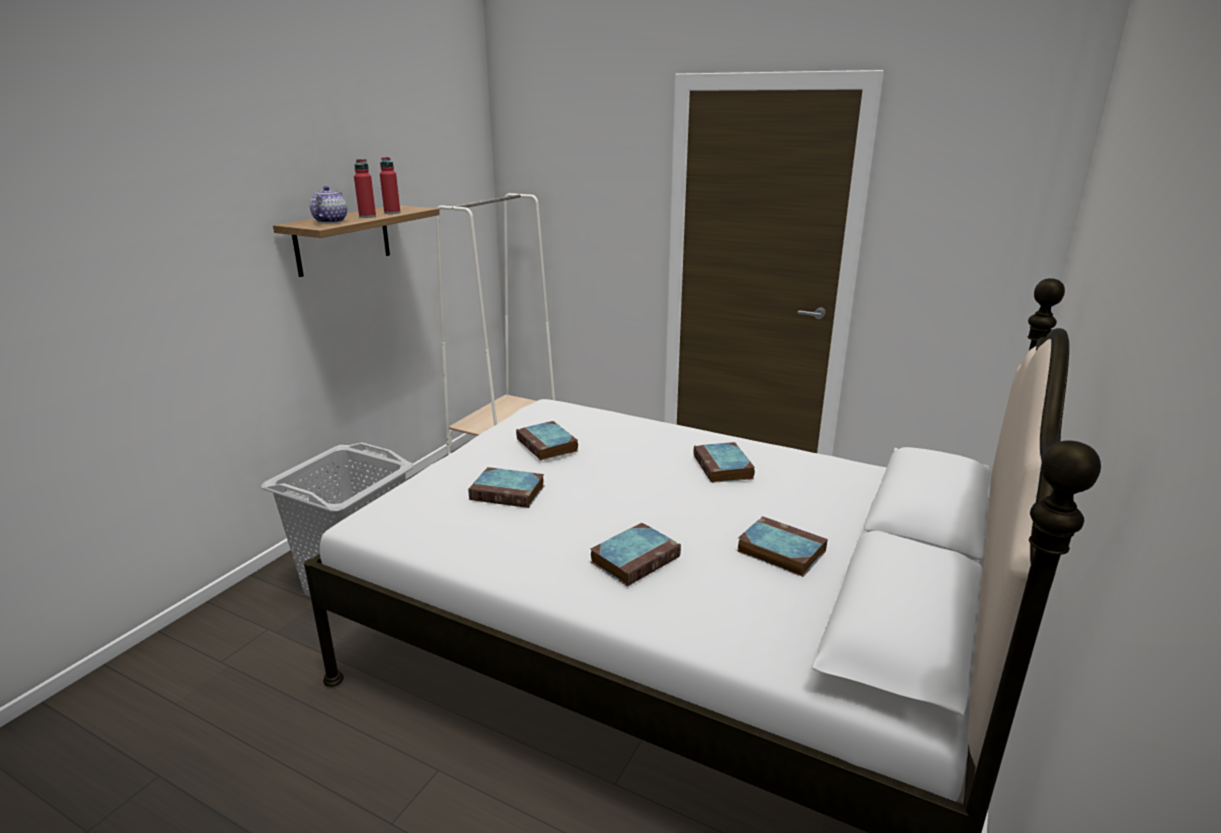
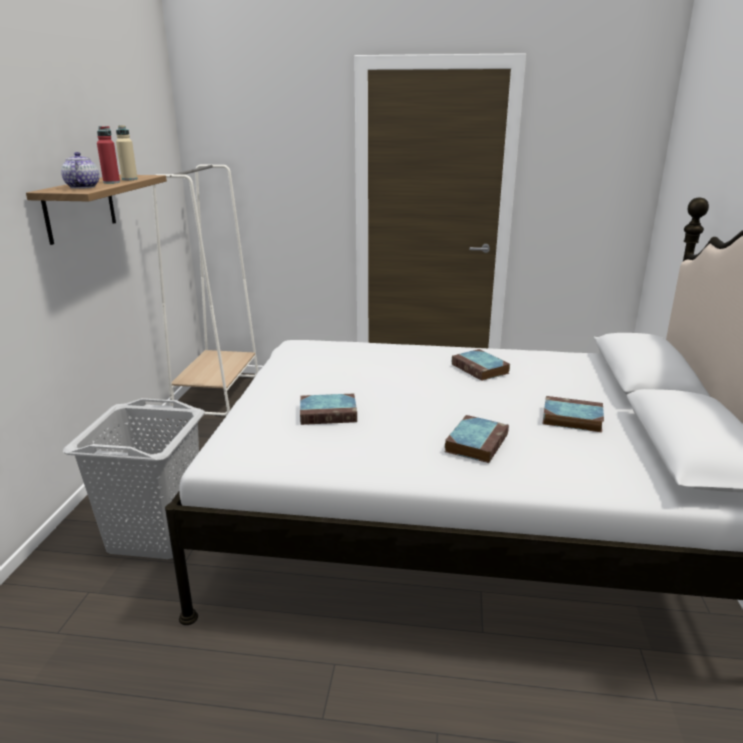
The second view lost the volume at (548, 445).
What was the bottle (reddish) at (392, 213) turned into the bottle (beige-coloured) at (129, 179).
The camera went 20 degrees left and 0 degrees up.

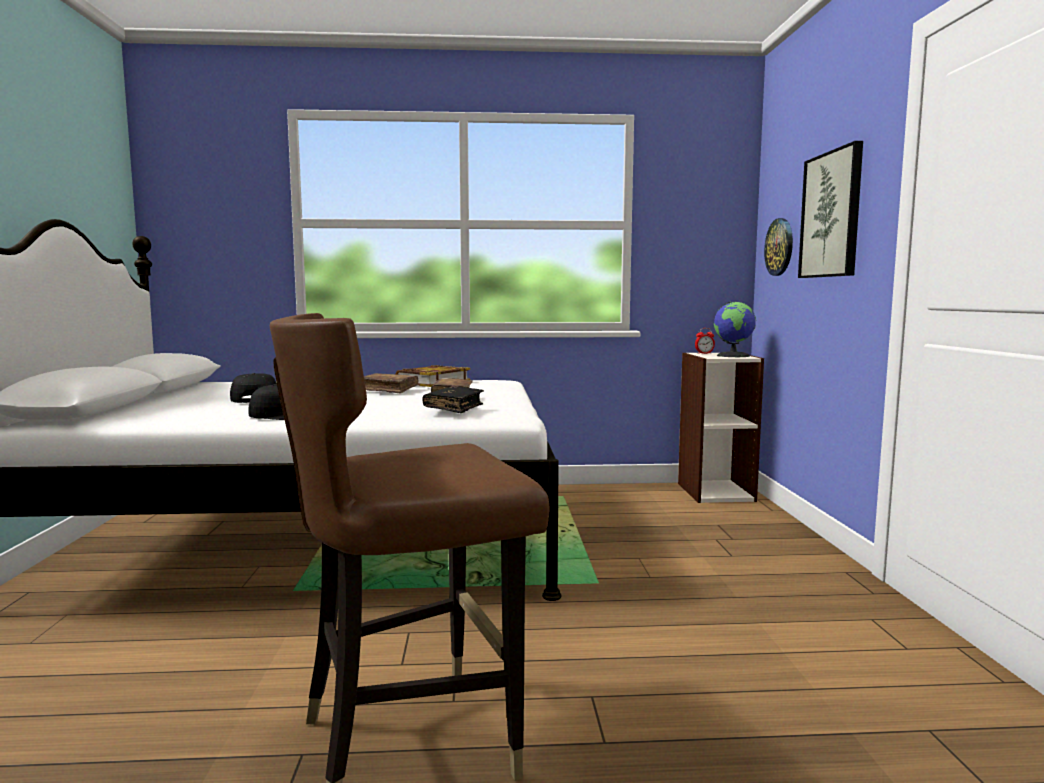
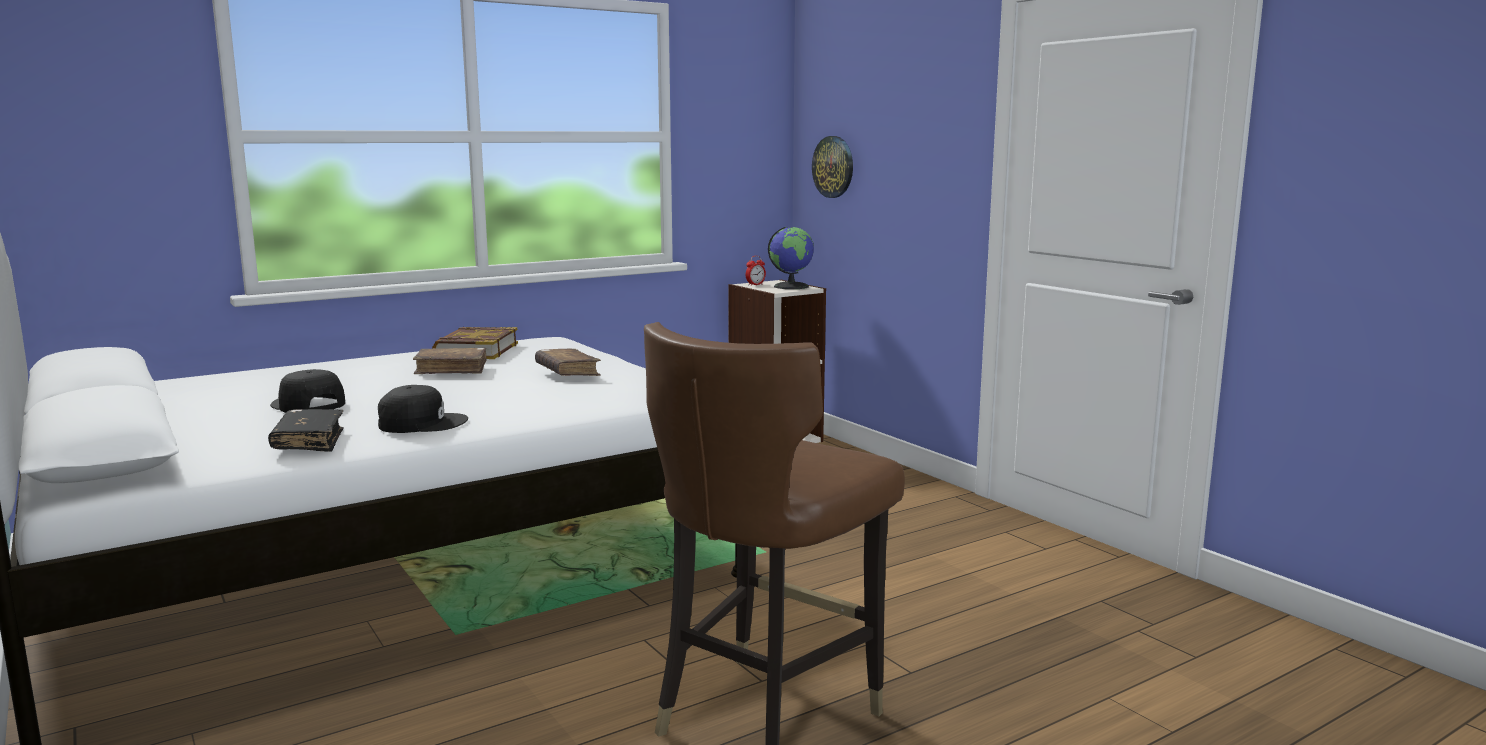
The second view lost the wall picture at (832, 215).
The volume (blackish) ended up elsewhere, having gone from (454, 408) to (309, 442).
The camera went 30 degrees left and 5 degrees up.

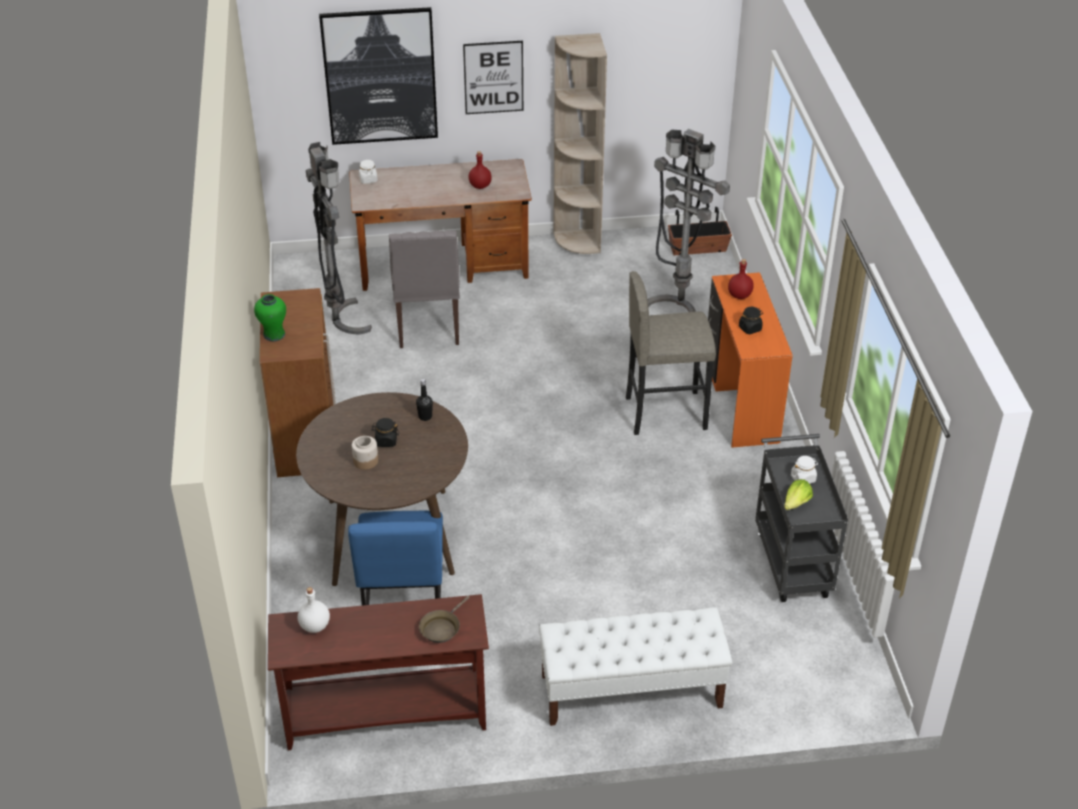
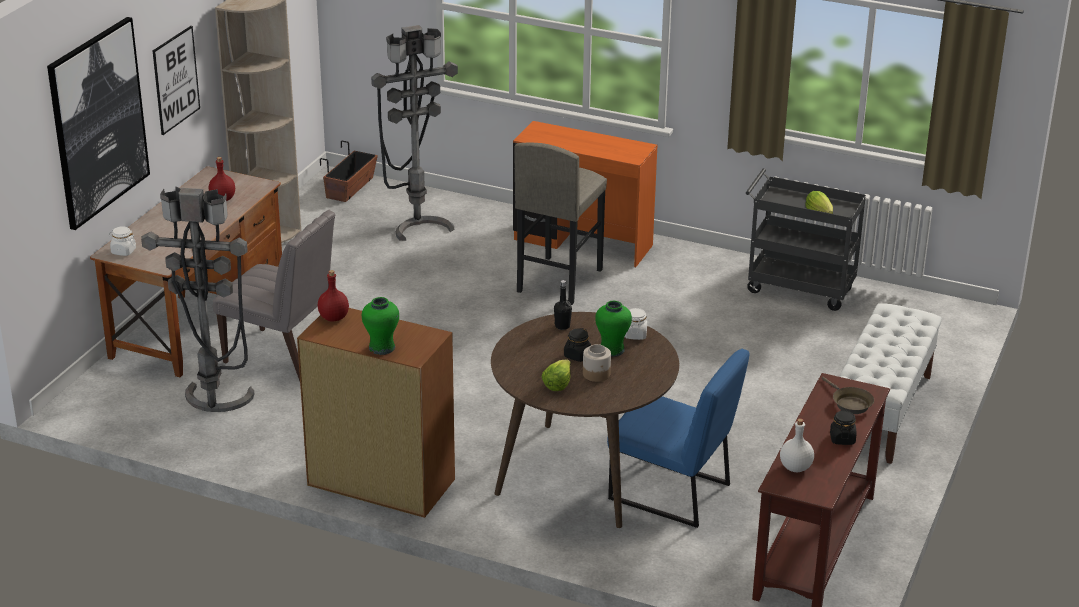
The second view gained the lettuce head at (557, 384).
The second view gained the flower vase (green-coloured) at (612, 349).
The bottle (reddish) ended up elsewhere, having gone from (740, 295) to (334, 318).
The storage jar (blackish) ended up elsewhere, having gone from (750, 328) to (842, 439).
The storage jar (whitish) ended up elsewhere, having gone from (803, 478) to (635, 334).
The camera went 60 degrees left and 10 degrees down.

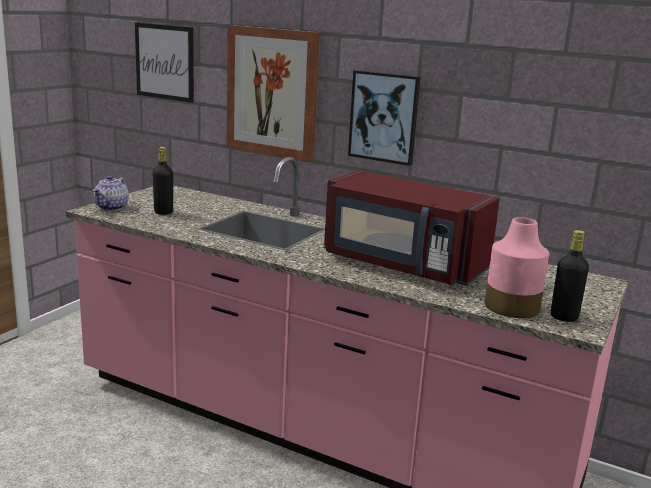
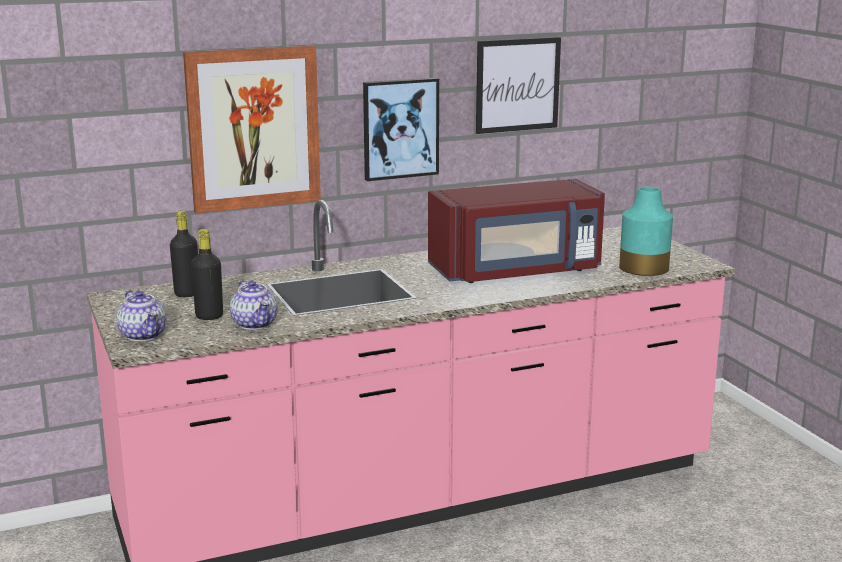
The second view gained the pot for tea at (255, 324).
The wall picture ended up elsewhere, having gone from (165, 62) to (517, 85).
The bottle (blackish) ended up elsewhere, having gone from (564, 317) to (187, 294).
What was the flower vase (pink-coloured) at (512, 306) turned into the flower vase (turquoise) at (644, 267).
The camera went 50 degrees left and 0 degrees up.

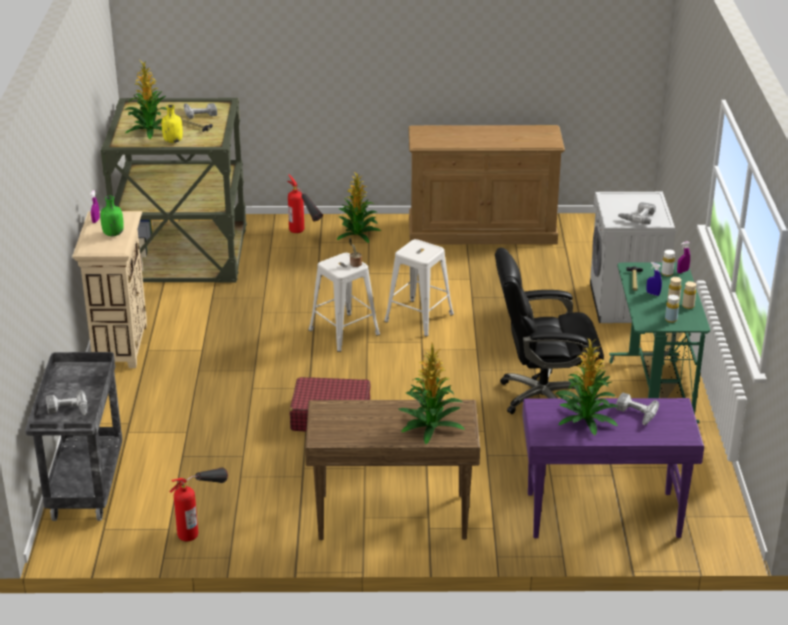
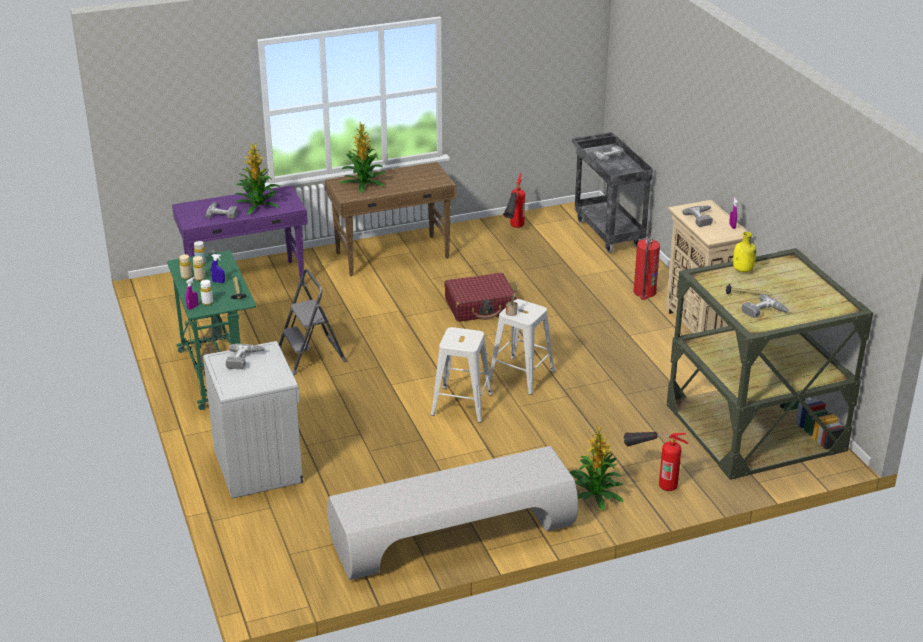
The second view lost the houseplant at (149, 130).
The second view gained the fire-fighting cylinder at (644, 292).
Where the bottle (green-coloured) stood at (113, 234), the electric drill came to stand at (702, 218).
Where the storage cabinet (brown) stood at (483, 231), the long seat (grey) came to stand at (453, 534).
Where the desk chair (blackish) stood at (544, 396), the step ladder (grey) came to stand at (314, 355).
The camera went 160 degrees right and 0 degrees up.

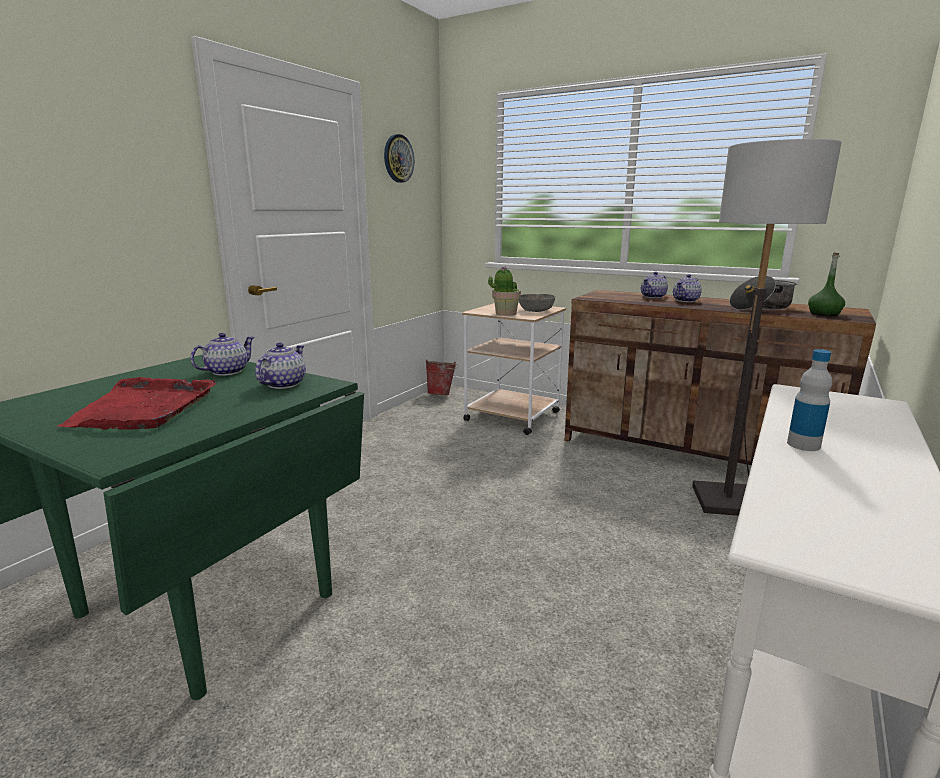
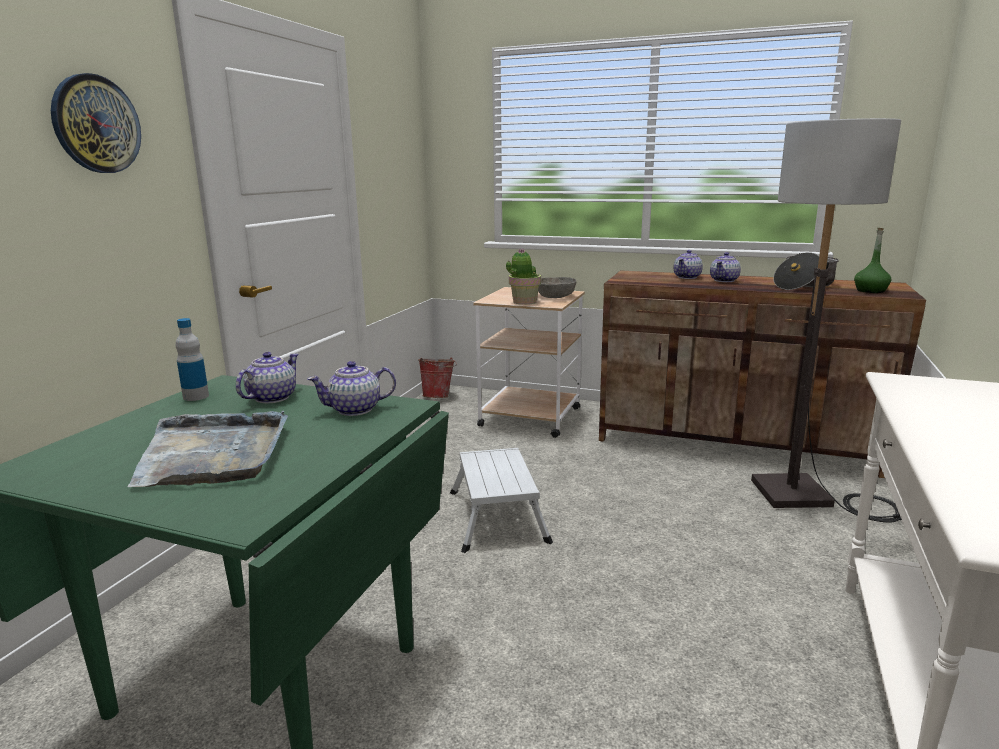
The second view gained the step ladder (whitish) at (497, 516).
The wall clock ended up elsewhere, having gone from (398, 158) to (96, 124).
The bottle ended up elsewhere, having gone from (803, 445) to (196, 396).
What was the tray (reddish) at (144, 408) turned into the tray (grey) at (213, 453).
The pot for tea at (283, 384) ended up facing another way, 120 degrees counterclockwise from before.
The camera went 10 degrees left and 0 degrees up.

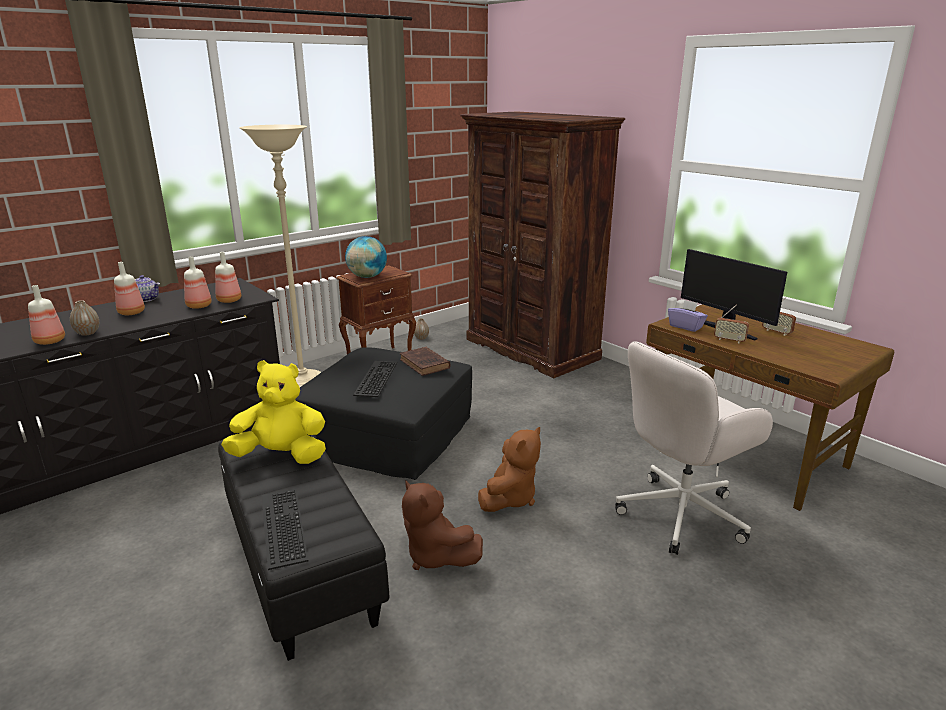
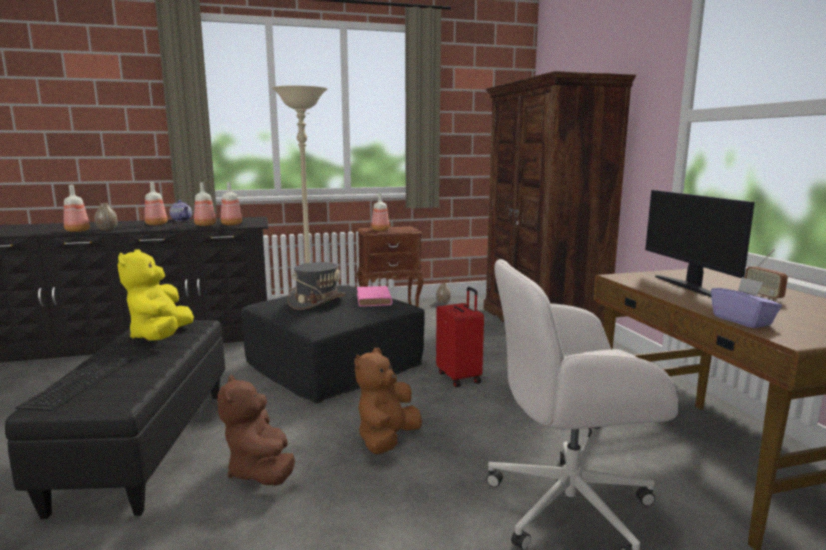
The second view lost the radio at (729, 340).
The second view gained the travel case (reddish) at (460, 377).
The tissue holder (purple) ended up elsewhere, having gone from (686, 326) to (742, 321).
Where the globe stood at (367, 277), the bottle came to stand at (379, 230).
Where the PC keyboard stood at (375, 378), the wearable hat (grey) came to stand at (317, 302).
What was the volume (brown) at (425, 364) turned into the volume (pink-coloured) at (374, 300).
The cuddly toy (yellow) at (281, 456) ended up facing another way, 120 degrees counterclockwise from before.
The cuddly toy (brown) at (510, 498) ended up facing another way, 150 degrees clockwise from before.
The camera went 25 degrees right and 10 degrees down.

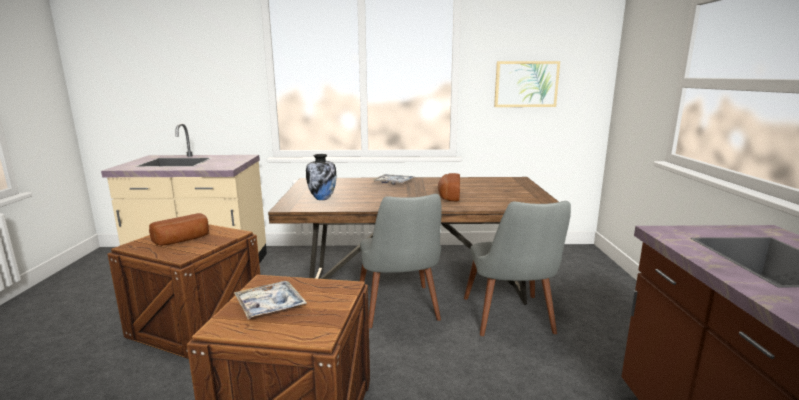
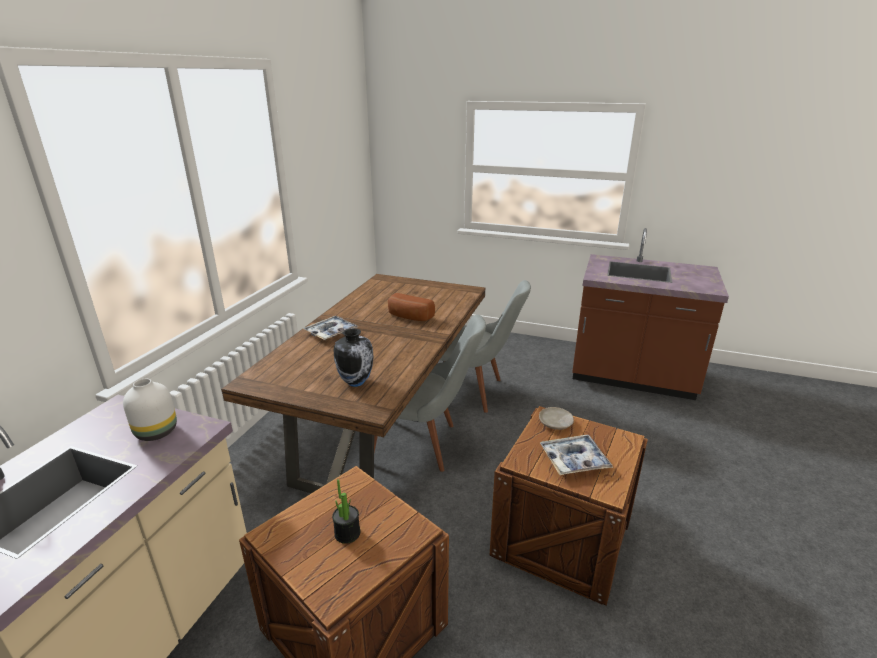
The second view lost the wall picture at (526, 84).
The second view gained the flower vase (whitish) at (157, 432).
The second view gained the flat dish (beige-coloured) at (555, 423).
Where the bakery bread stood at (183, 240), the houseplant came to stand at (347, 533).
The camera went 70 degrees left and 10 degrees up.

